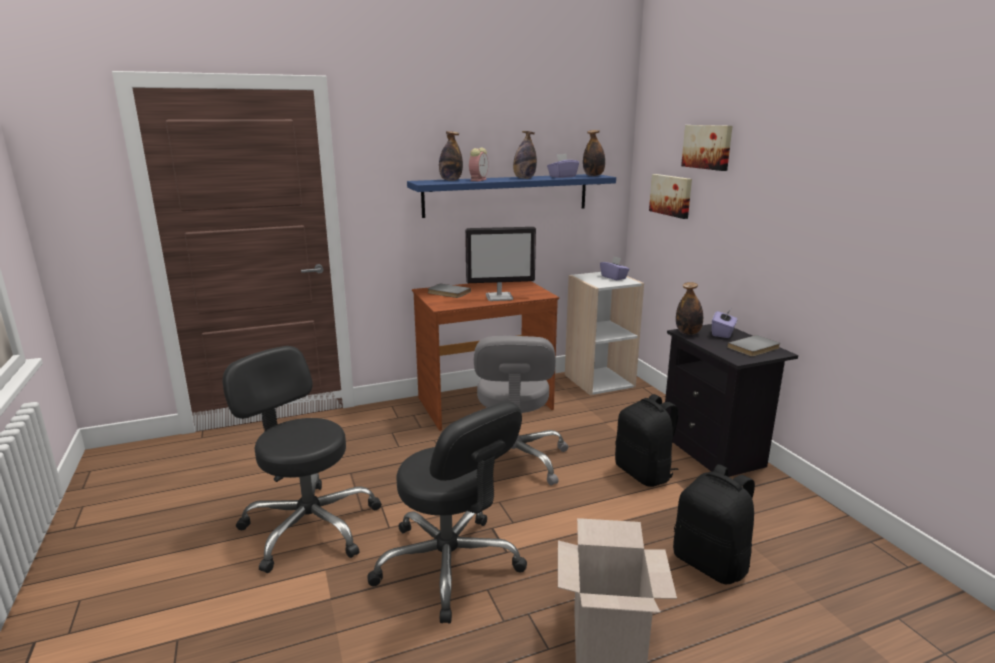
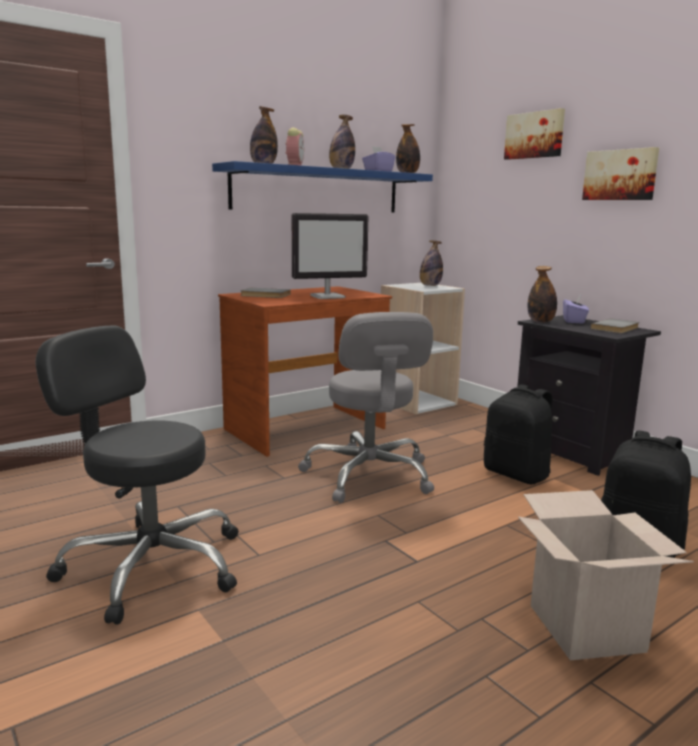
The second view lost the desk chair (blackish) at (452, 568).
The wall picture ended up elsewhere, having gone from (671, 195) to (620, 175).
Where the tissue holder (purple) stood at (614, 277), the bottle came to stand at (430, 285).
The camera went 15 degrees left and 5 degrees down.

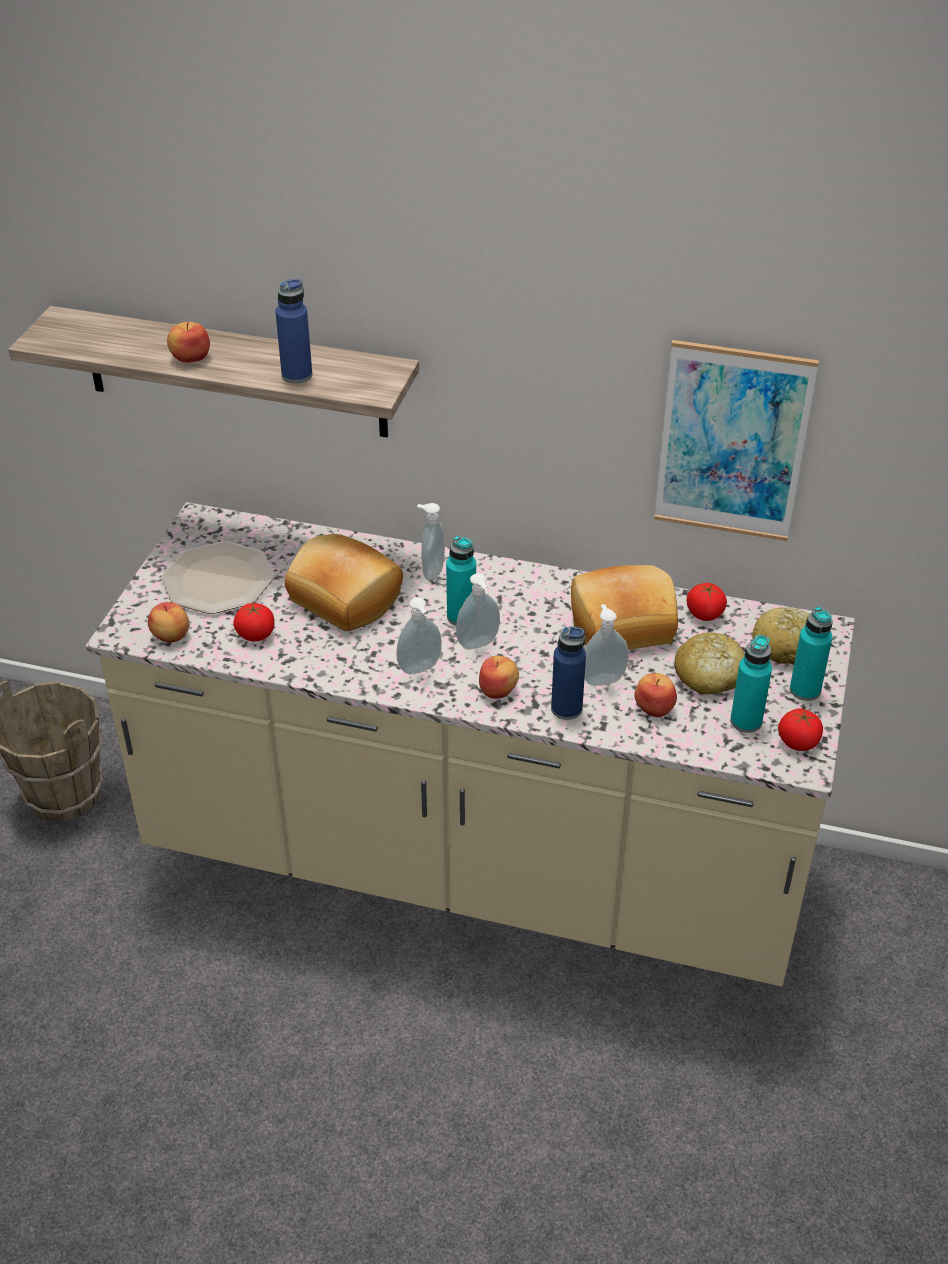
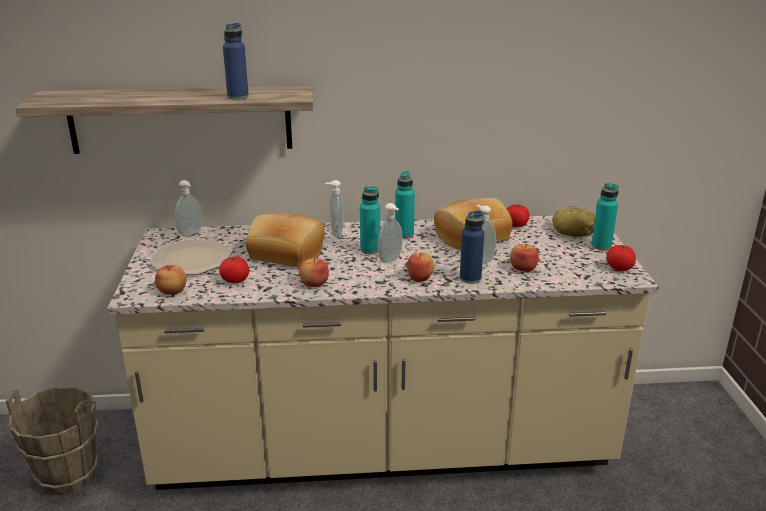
The second view lost the wall picture at (732, 442).
The second view lost the bakery bread at (709, 675).
The whole apple ended up elsewhere, having gone from (190, 357) to (314, 284).
The soap bottle ended up elsewhere, having gone from (420, 669) to (191, 234).
The bottle (turquoise) ended up elsewhere, having gone from (746, 721) to (404, 234).
The camera went 20 degrees left and 15 degrees down.

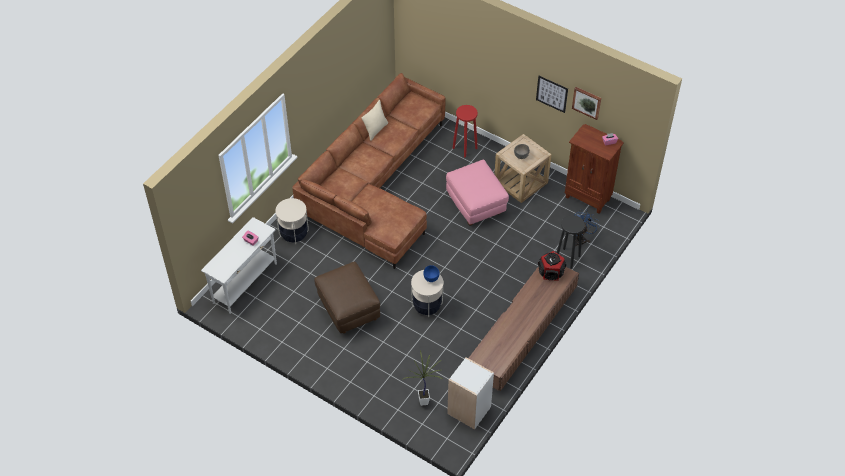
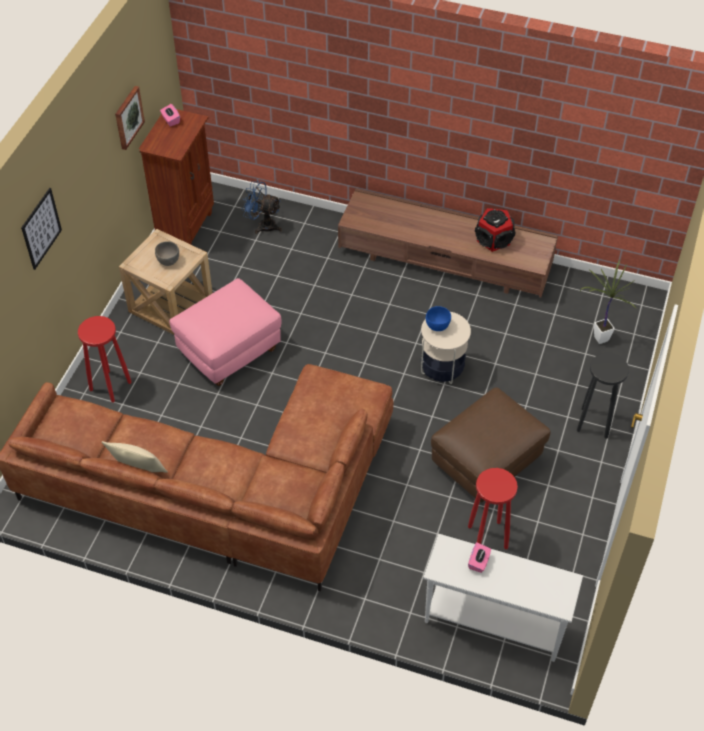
The second view lost the end table (beige-coloured) at (294, 234).
The second view lost the bookcase at (469, 410).
The second view gained the stool (reddish) at (487, 536).
The wall picture ended up elsewhere, having gone from (552, 94) to (41, 228).
The speaker ended up elsewhere, having gone from (551, 272) to (494, 239).
The stool (blackish) ended up elsewhere, having gone from (568, 258) to (594, 422).
The camera went 105 degrees left and 0 degrees up.

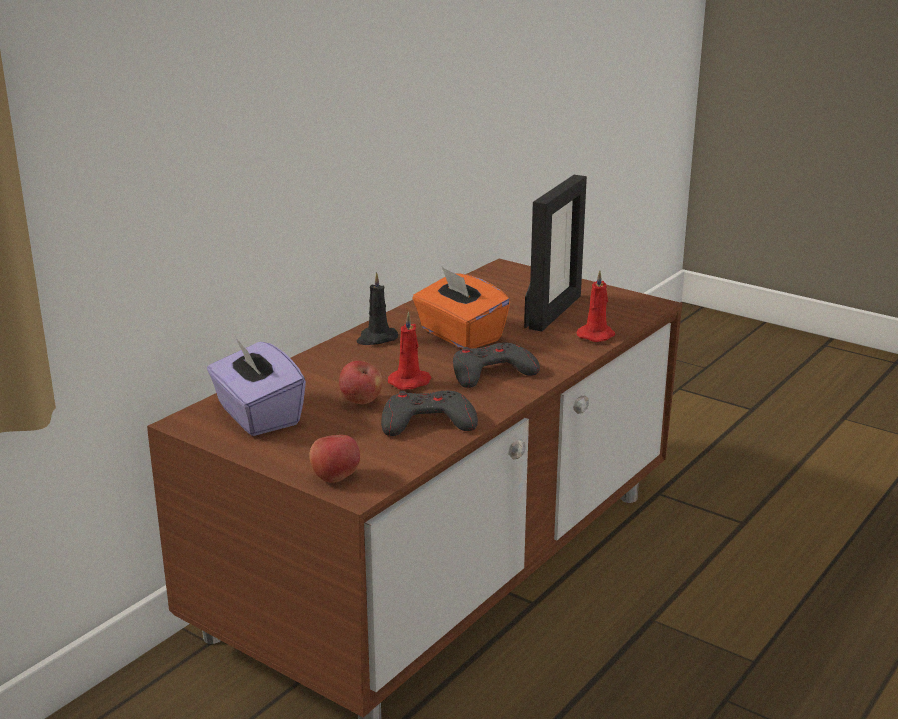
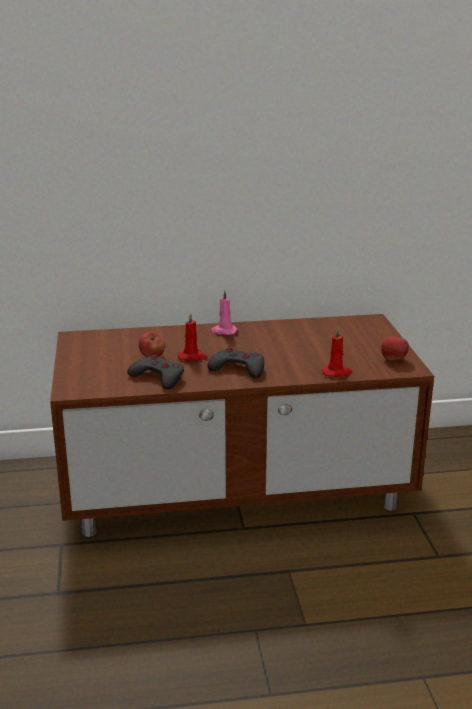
The second view lost the tissue holder (purple) at (257, 415).
The second view lost the tissue holder (orange) at (459, 335).
The second view lost the picture frame at (553, 311).
The whole apple ended up elsewhere, having gone from (335, 477) to (393, 359).
What was the wax light (blackish) at (376, 339) turned into the wax light (pink-coloured) at (223, 331).
The camera went 45 degrees right and 0 degrees up.

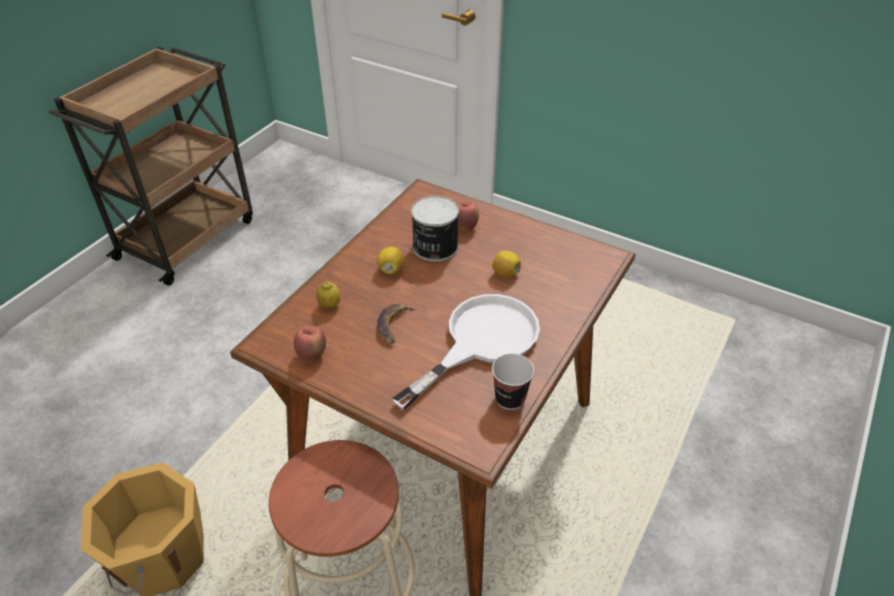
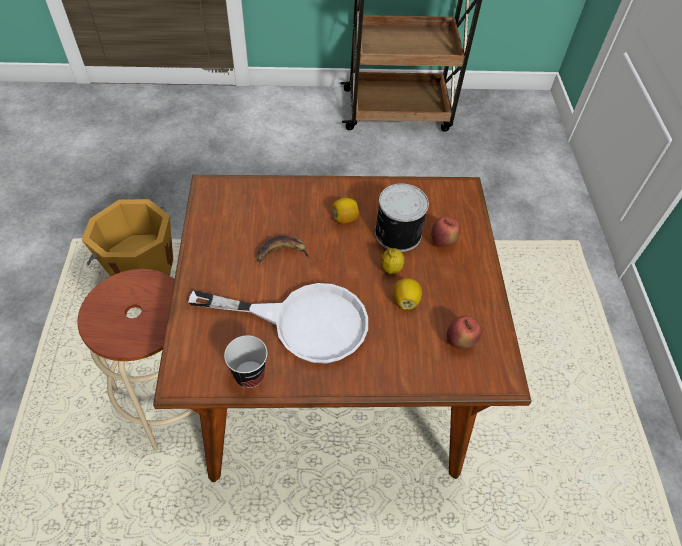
The whole apple ended up elsewhere, having gone from (312, 355) to (460, 342).
The lemon ended up elsewhere, having gone from (329, 305) to (391, 269).
The camera went 55 degrees right and 10 degrees up.

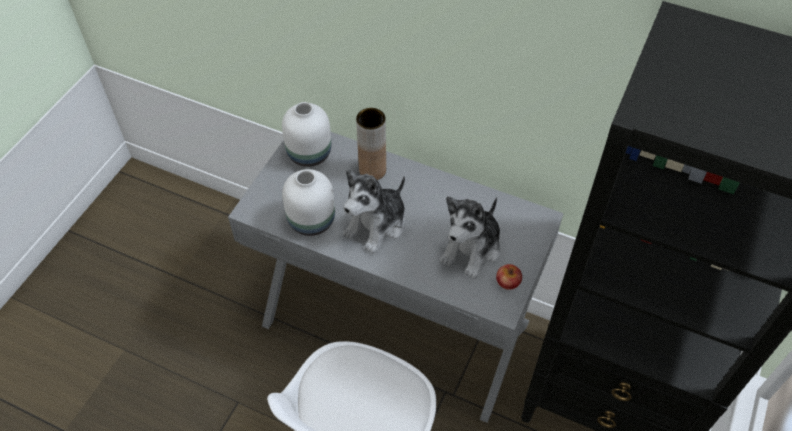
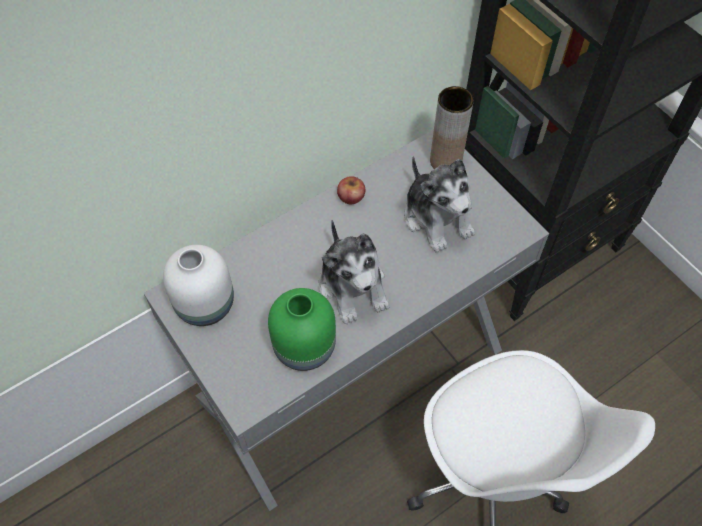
The flower vase (brown) ended up elsewhere, having gone from (372, 170) to (445, 161).
The whole apple ended up elsewhere, having gone from (508, 281) to (351, 196).
What was the flower vase (whitish) at (312, 219) turned into the flower vase (green-coloured) at (303, 346).
The camera went 60 degrees left and 5 degrees up.

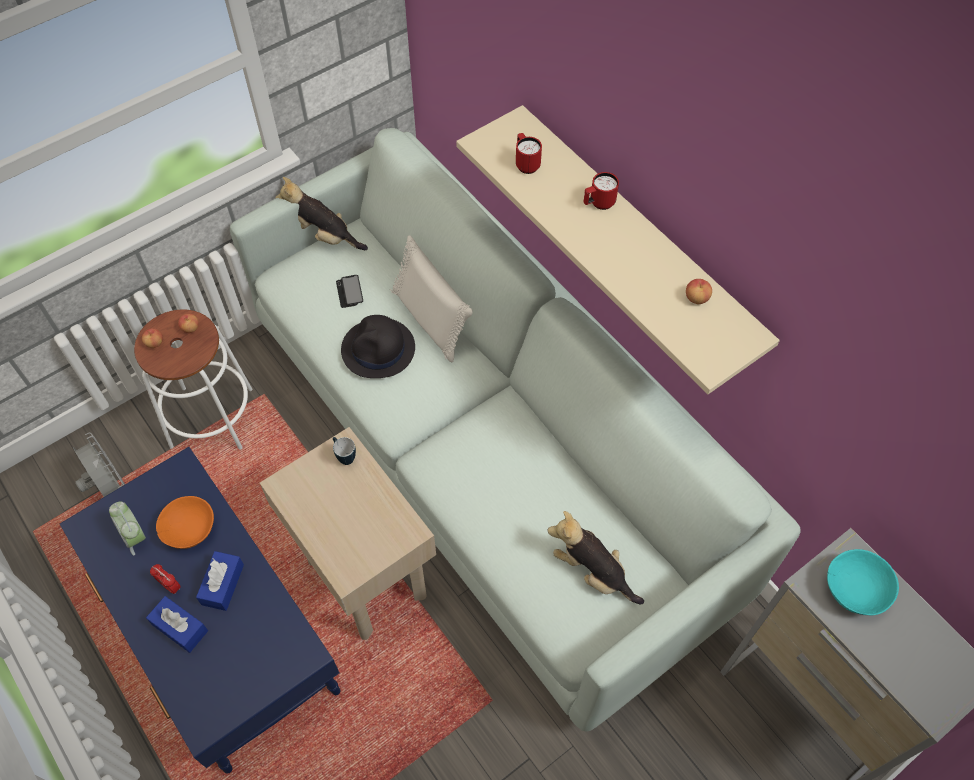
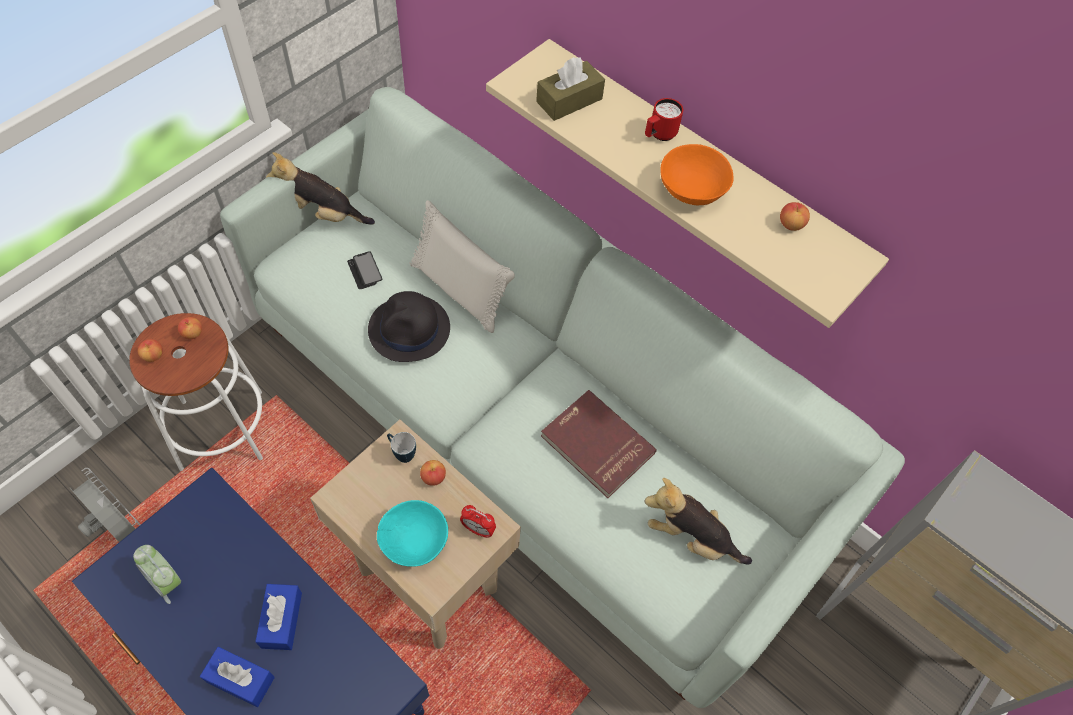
The second view gained the whole apple at (433, 477).
The second view gained the volume (reddish) at (596, 446).
The bedside clock ended up elsewhere, having gone from (170, 586) to (478, 529).
The deep dish (orange) ended up elsewhere, having gone from (189, 529) to (690, 190).
The deep dish (turquoise) ended up elsewhere, having gone from (854, 589) to (413, 540).
Where the coffee mug (reddish) stood at (526, 163), the tissue holder (brown) came to stand at (569, 100).
The camera went 15 degrees left and 0 degrees up.

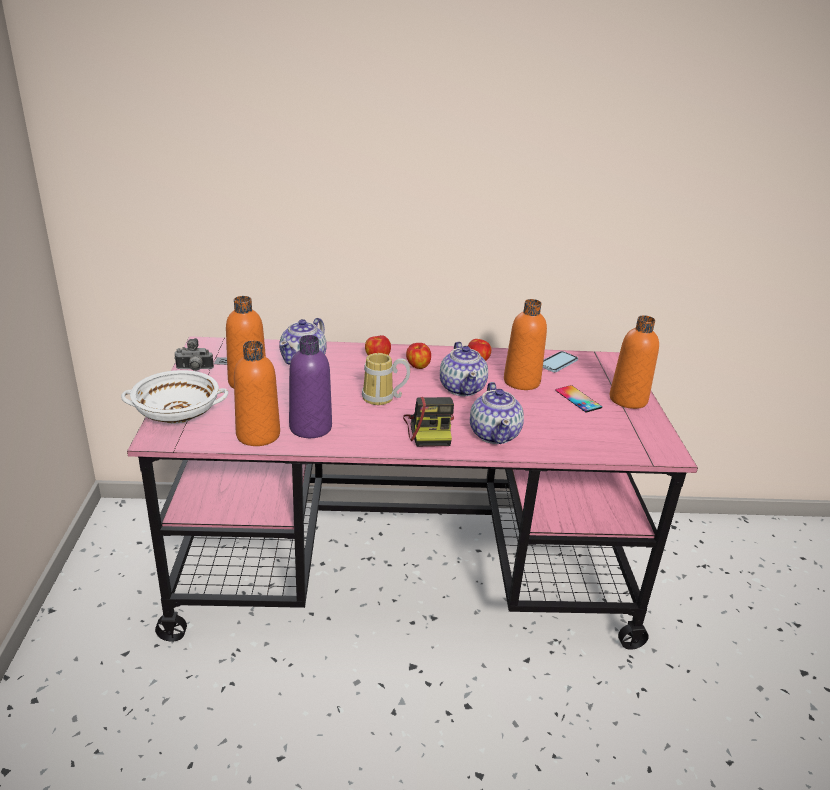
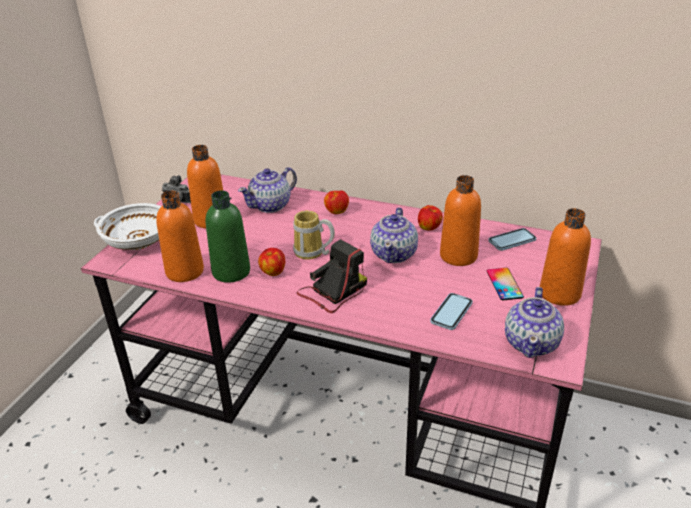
The second view gained the telephone at (451, 312).
The whole apple ended up elsewhere, having gone from (417, 366) to (273, 272).
The pot for tea ended up elsewhere, having gone from (495, 434) to (532, 343).
What was the bottle (purple) at (310, 427) turned into the bottle (green-coloured) at (231, 272).
The photo camera at (430, 429) ended up facing another way, 150 degrees counterclockwise from before.
The camera went 25 degrees right and 5 degrees up.

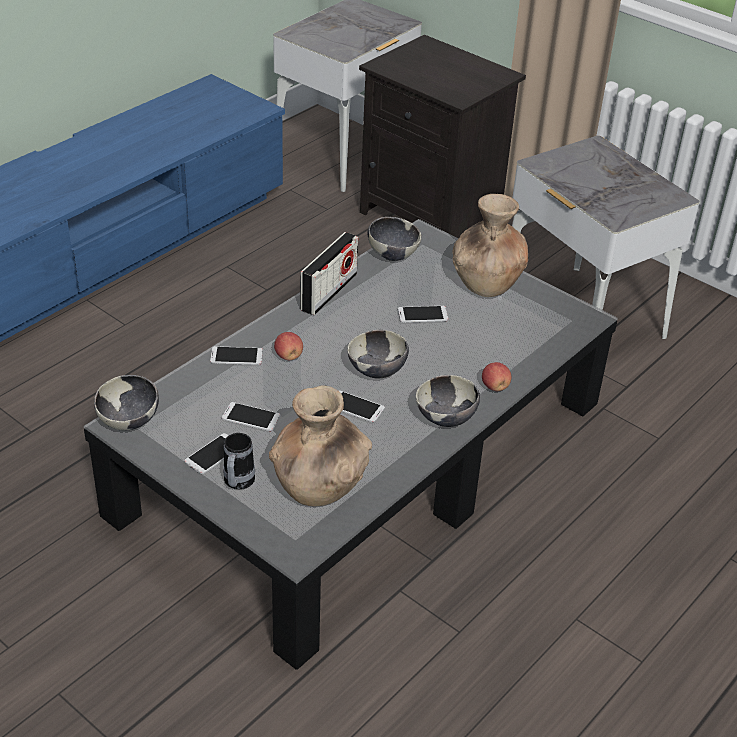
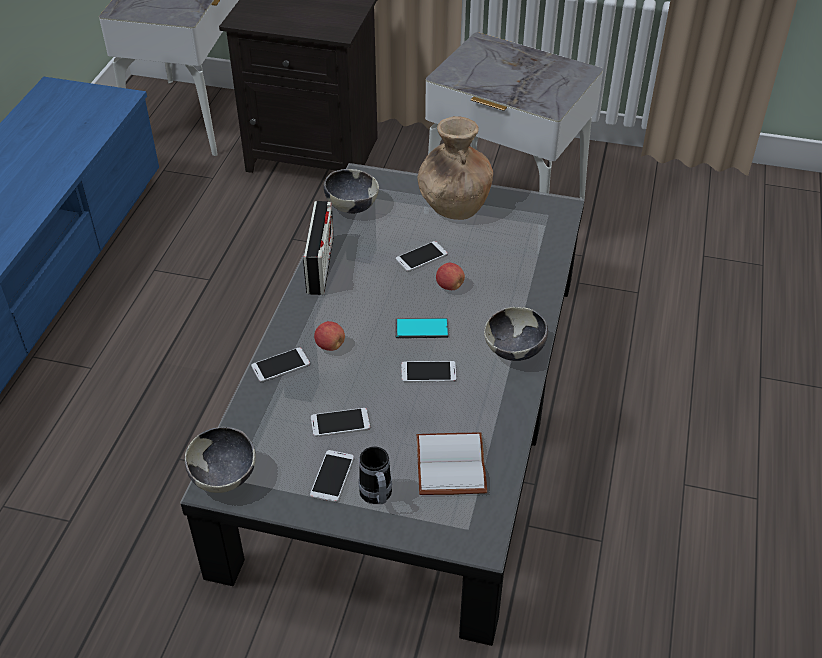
The whole apple ended up elsewhere, having gone from (495, 387) to (449, 286).
Where the flower vase (brown) stood at (319, 486), the volume (whitish) came to stand at (453, 466).
Where the deep dish stood at (377, 371), the telephone came to stand at (421, 329).
The camera went 25 degrees left and 5 degrees up.

